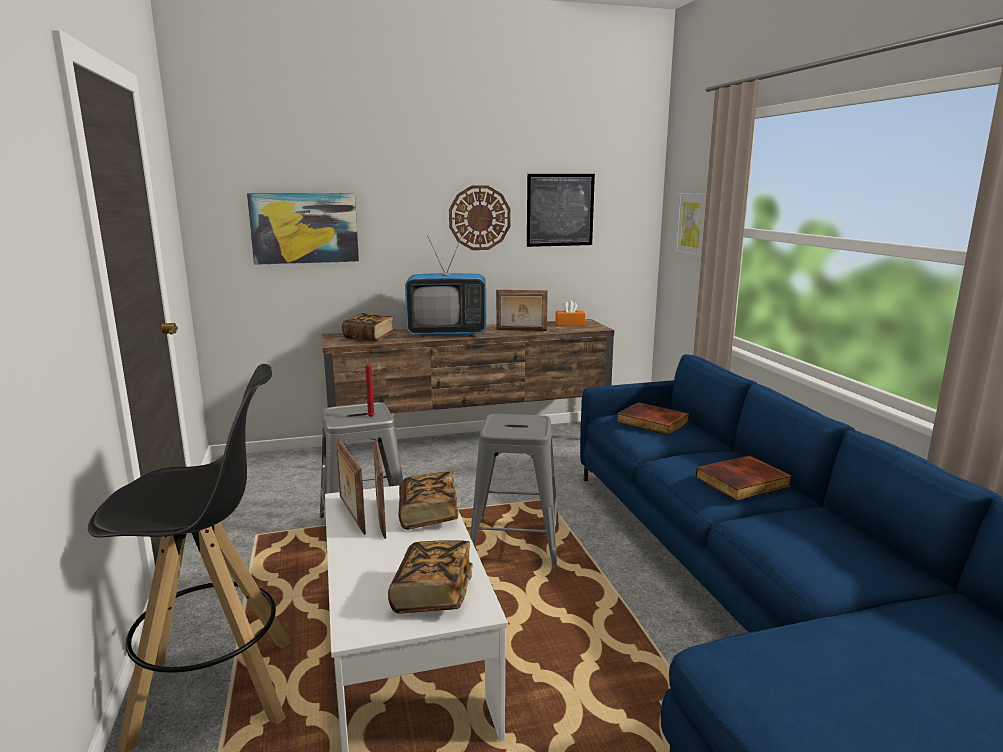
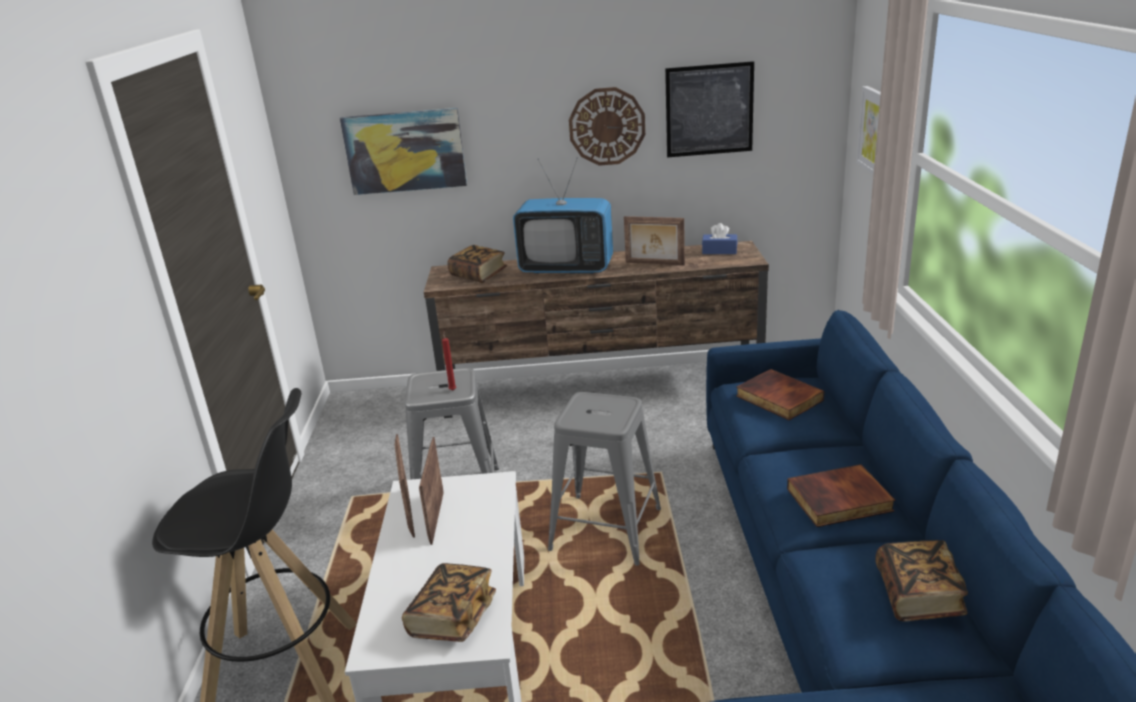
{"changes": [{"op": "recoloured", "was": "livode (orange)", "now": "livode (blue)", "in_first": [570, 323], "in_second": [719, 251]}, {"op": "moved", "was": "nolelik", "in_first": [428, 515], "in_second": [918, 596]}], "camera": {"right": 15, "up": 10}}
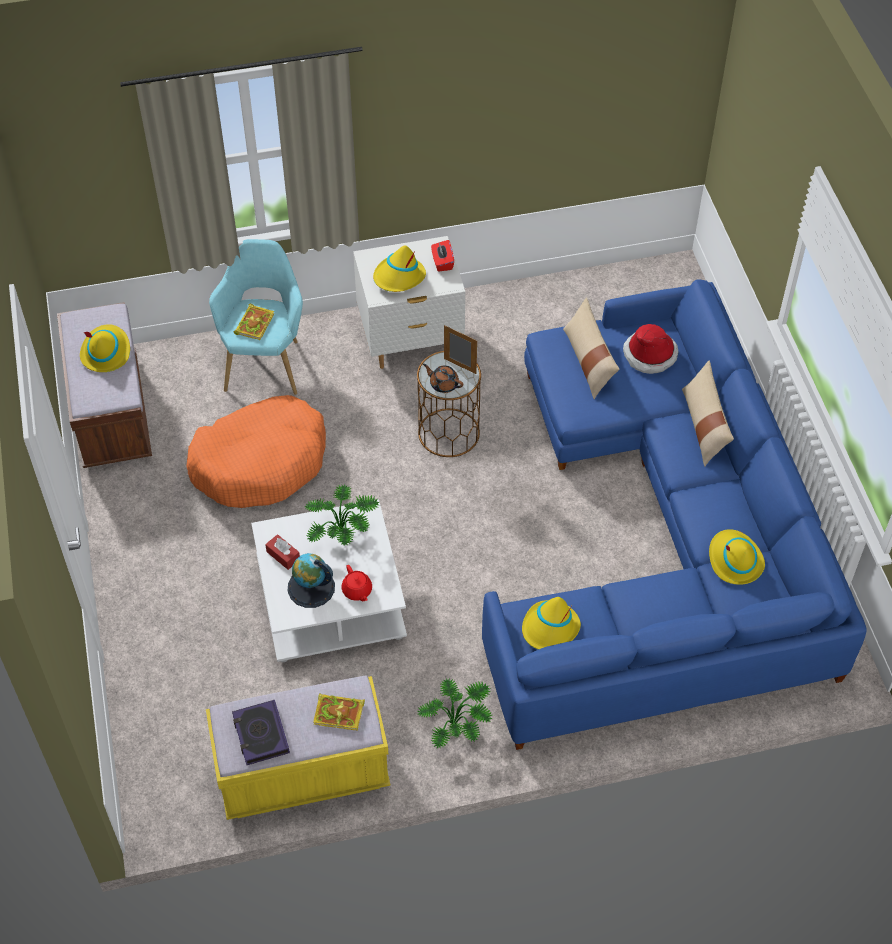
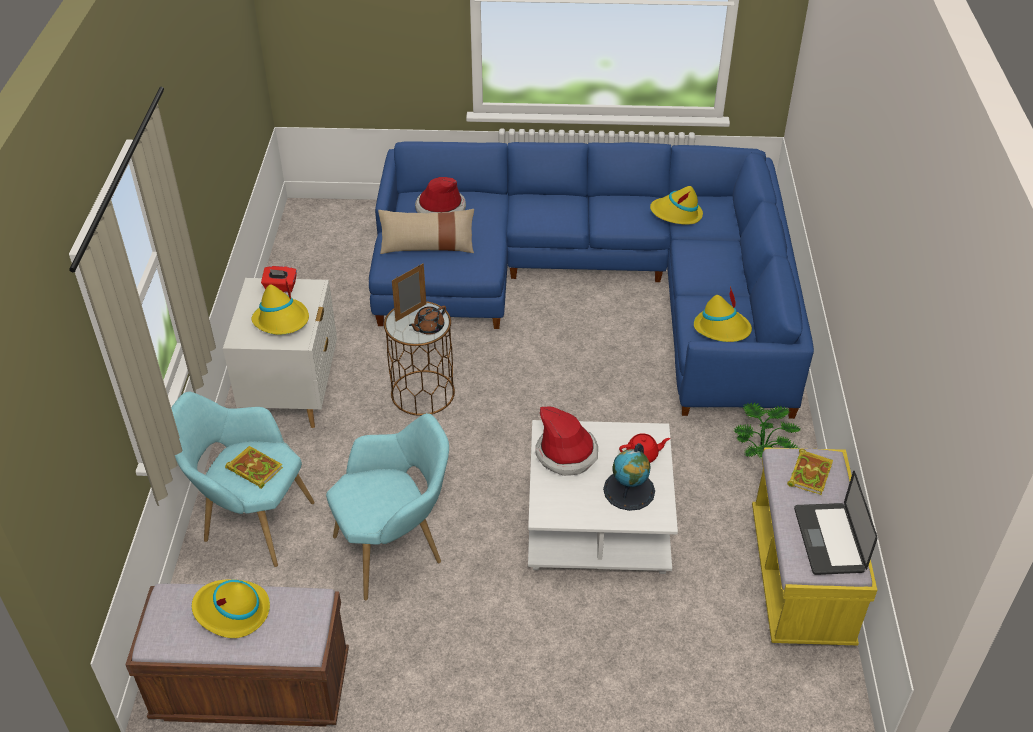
{"changes": [{"op": "replaced", "was": "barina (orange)", "now": "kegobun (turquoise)", "in_first": [260, 462], "in_second": [395, 550]}, {"op": "replaced", "was": "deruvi", "now": "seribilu", "in_first": [343, 533], "in_second": [566, 454]}, {"op": "replaced", "was": "nolelik", "now": "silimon", "in_first": [260, 735], "in_second": [829, 540]}, {"op": "removed", "was": "livode (red)", "in_first": [283, 555]}, {"op": "removed", "was": "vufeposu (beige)", "in_first": [704, 426]}], "camera": {"right": -75, "up": -10}}
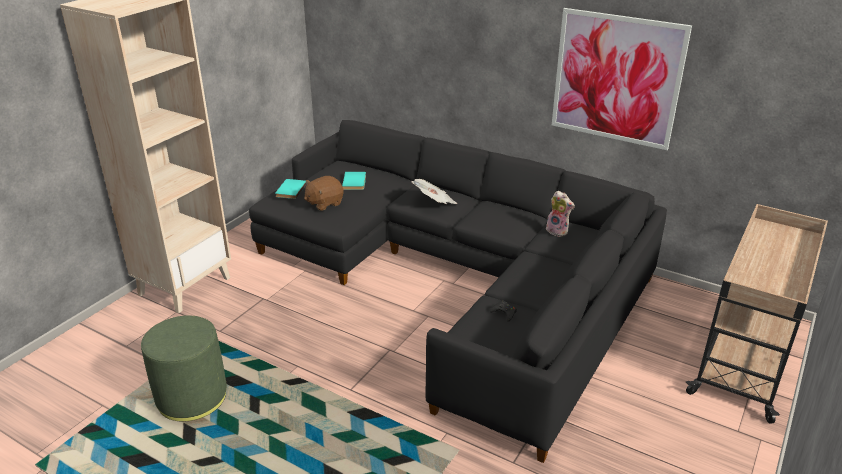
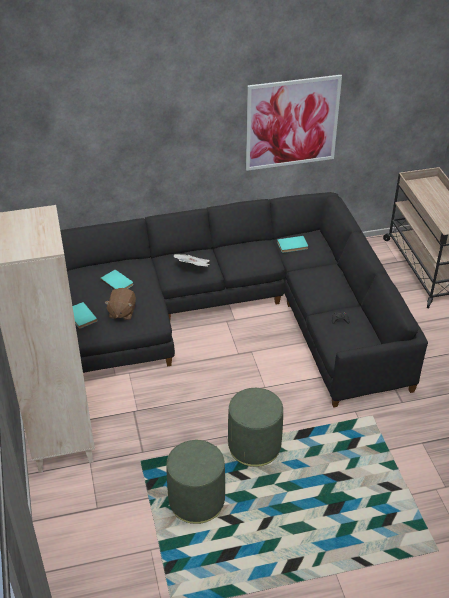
{"changes": [{"op": "added", "now": "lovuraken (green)", "in_second": [254, 446]}, {"op": "replaced", "was": "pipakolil", "now": "nolelik (turquoise)", "in_first": [558, 231], "in_second": [293, 246]}], "camera": {"right": -45, "up": 10}}
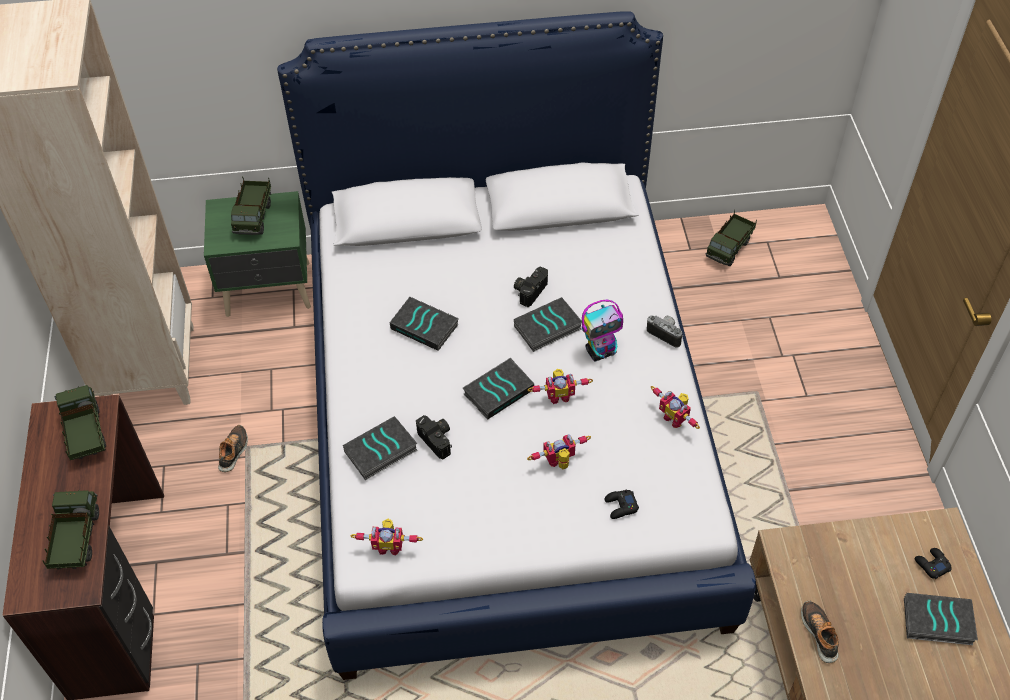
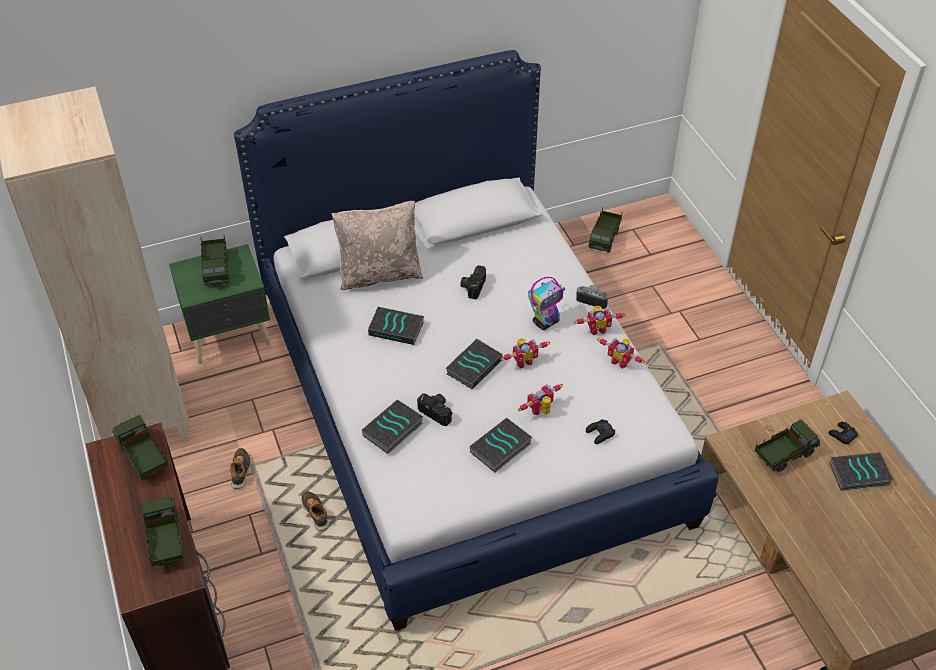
{"changes": [{"op": "moved", "was": "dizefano", "in_first": [819, 633], "in_second": [316, 512]}, {"op": "added", "now": "vufeposu (beige)", "in_second": [379, 274]}, {"op": "moved", "was": "nolelik", "in_first": [547, 329], "in_second": [501, 449]}, {"op": "moved", "was": "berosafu", "in_first": [389, 546], "in_second": [597, 329]}, {"op": "added", "now": "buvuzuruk", "in_second": [784, 455]}], "camera": {"right": -15, "up": -5}}
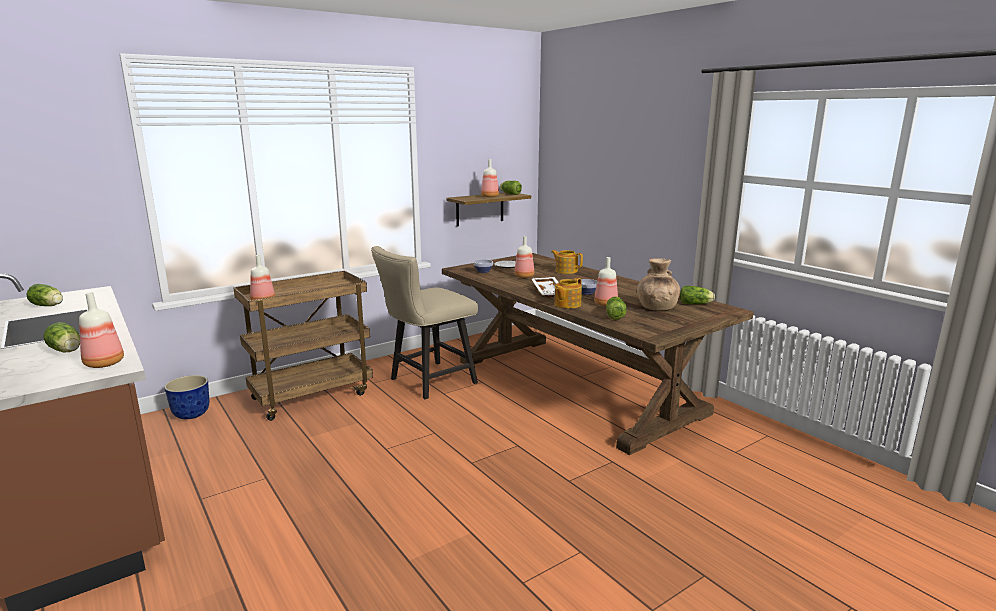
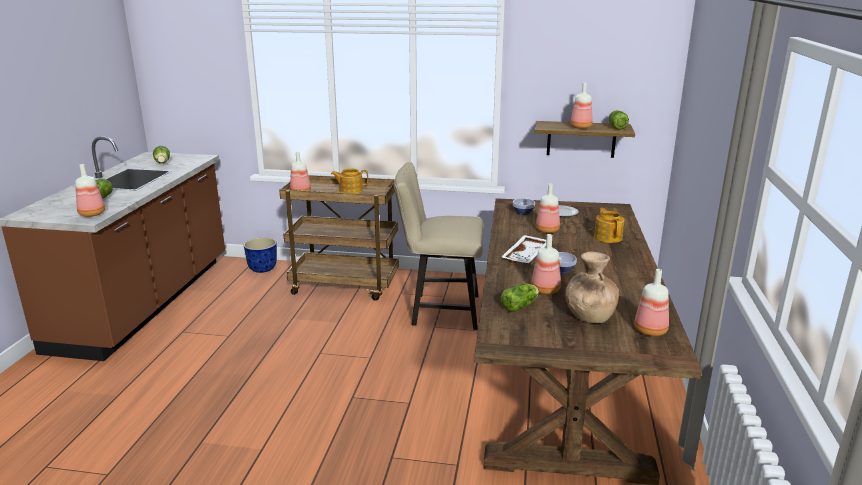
{"changes": [{"op": "moved", "was": "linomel", "in_first": [567, 304], "in_second": [350, 190]}, {"op": "replaced", "was": "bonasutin", "now": "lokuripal", "in_first": [696, 304], "in_second": [650, 330]}], "camera": {"right": 45, "up": 5}}
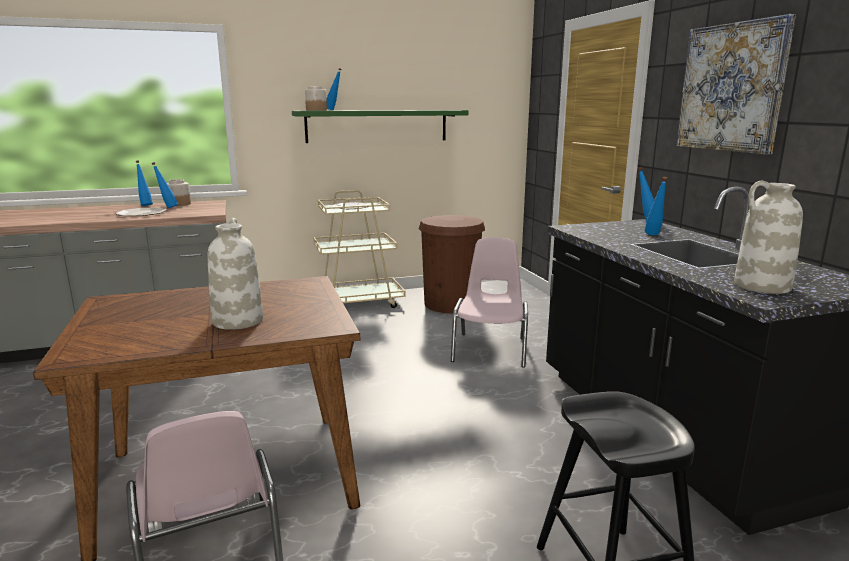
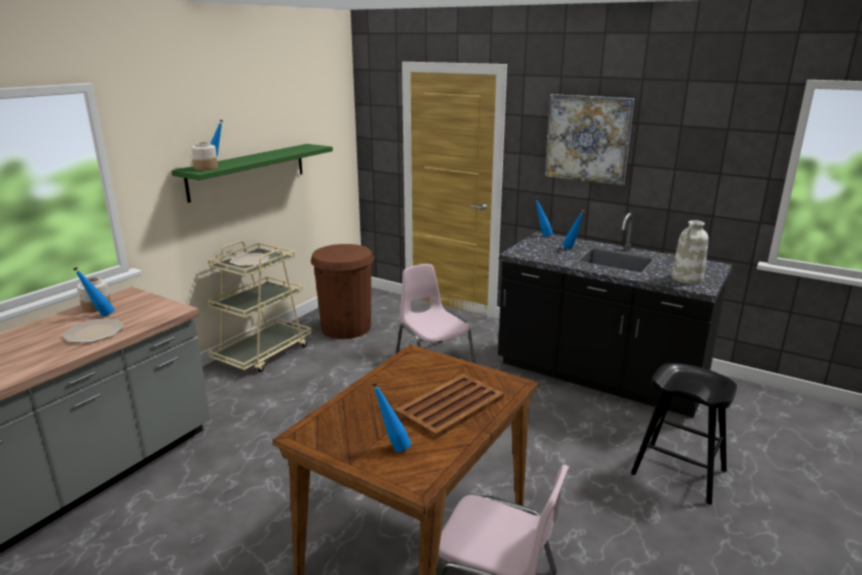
{"changes": [{"op": "moved", "was": "lokuripal (blue)", "in_first": [145, 205], "in_second": [392, 447]}, {"op": "replaced", "was": "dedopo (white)", "now": "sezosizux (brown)", "in_first": [237, 320], "in_second": [449, 406]}], "camera": {"right": -40, "up": 5}}
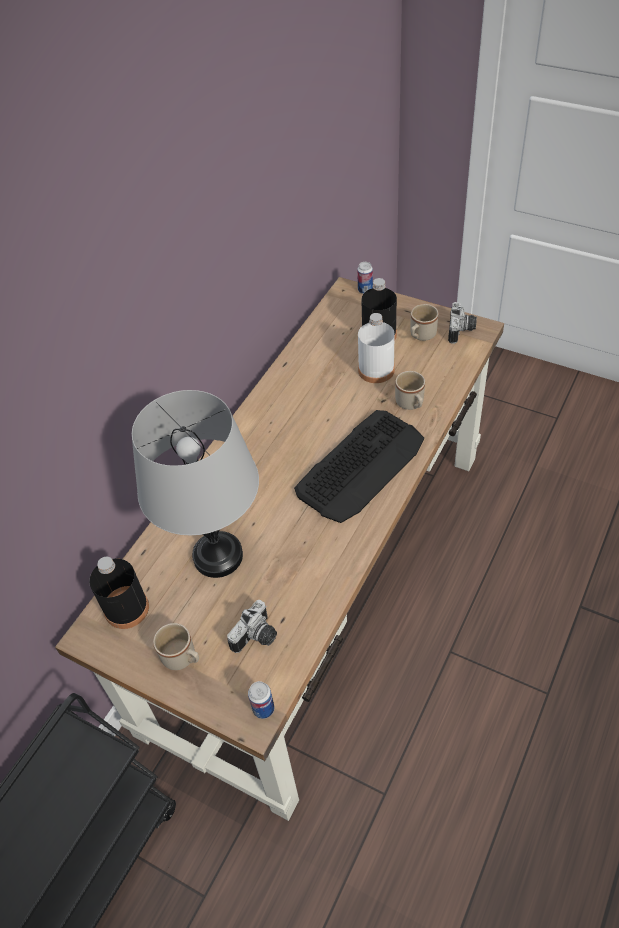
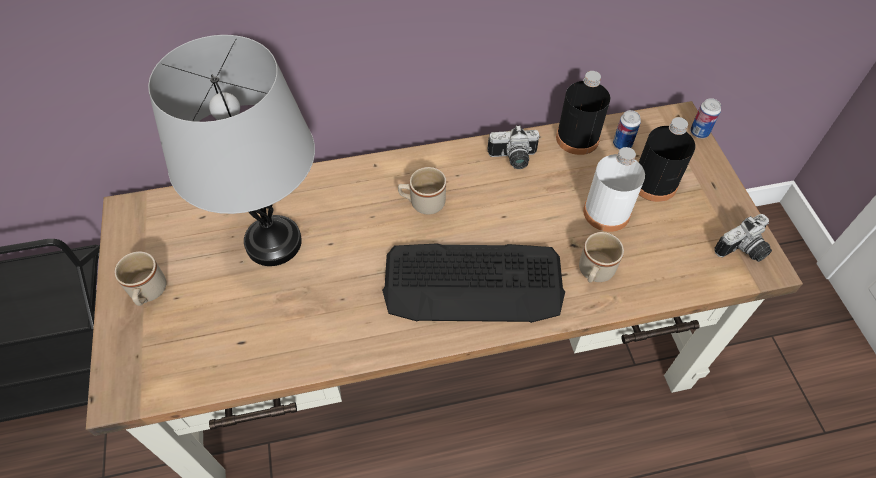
{"changes": [{"op": "moved", "was": "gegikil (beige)", "in_first": [421, 336], "in_second": [422, 203]}, {"op": "moved", "was": "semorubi", "in_first": [257, 637], "in_second": [513, 159]}, {"op": "moved", "was": "lokuripal (black)", "in_first": [126, 608], "in_second": [577, 138]}, {"op": "moved", "was": "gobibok", "in_first": [263, 709], "in_second": [622, 144]}], "camera": {"right": 45, "up": 5}}
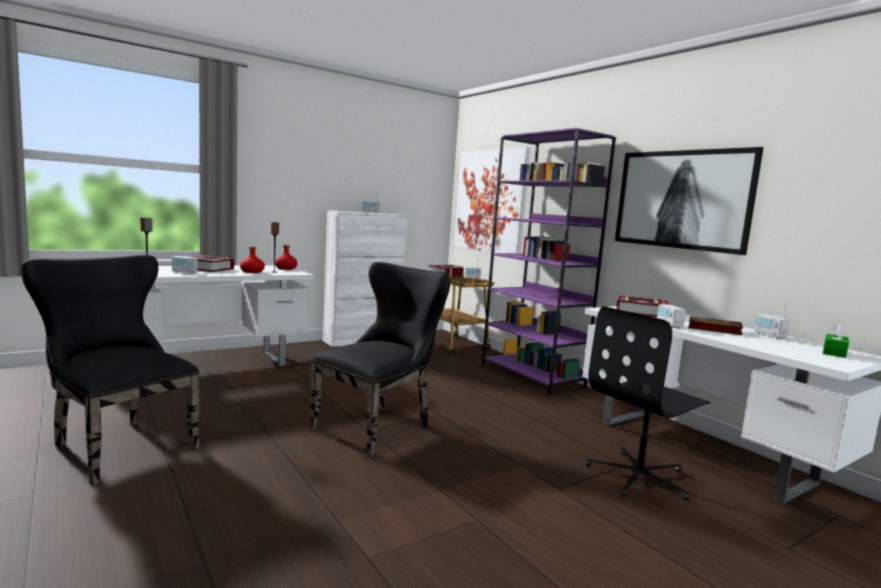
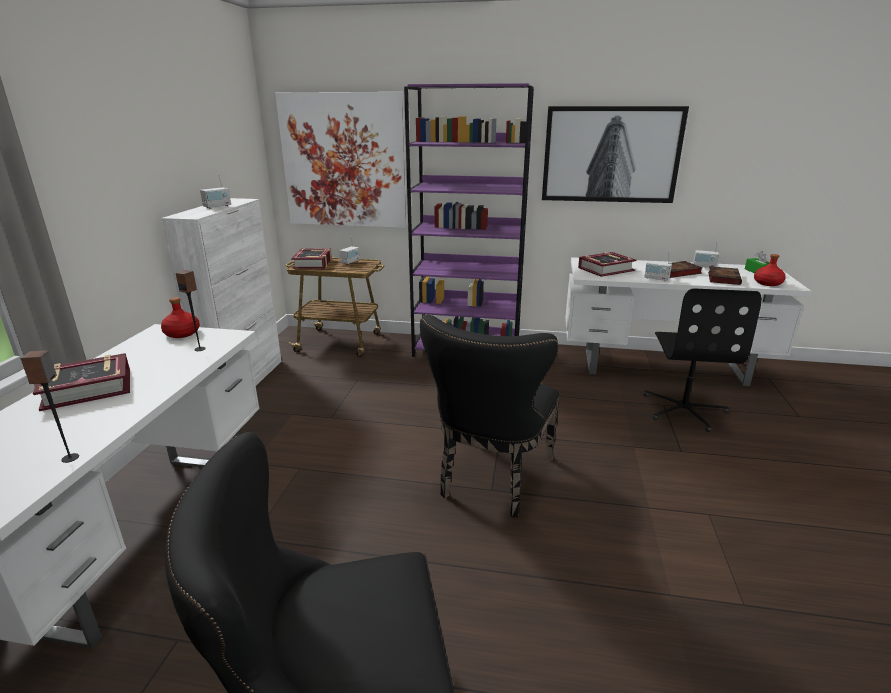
{"changes": [{"op": "turned", "was": "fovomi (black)", "in_first": [378, 426], "in_second": [492, 480], "clockwise": -150}, {"op": "added", "now": "nolelik", "in_second": [723, 278]}, {"op": "moved", "was": "lokuripal (red)", "in_first": [252, 271], "in_second": [768, 283]}, {"op": "removed", "was": "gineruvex", "in_first": [184, 272]}], "camera": {"right": -45, "up": 15}}
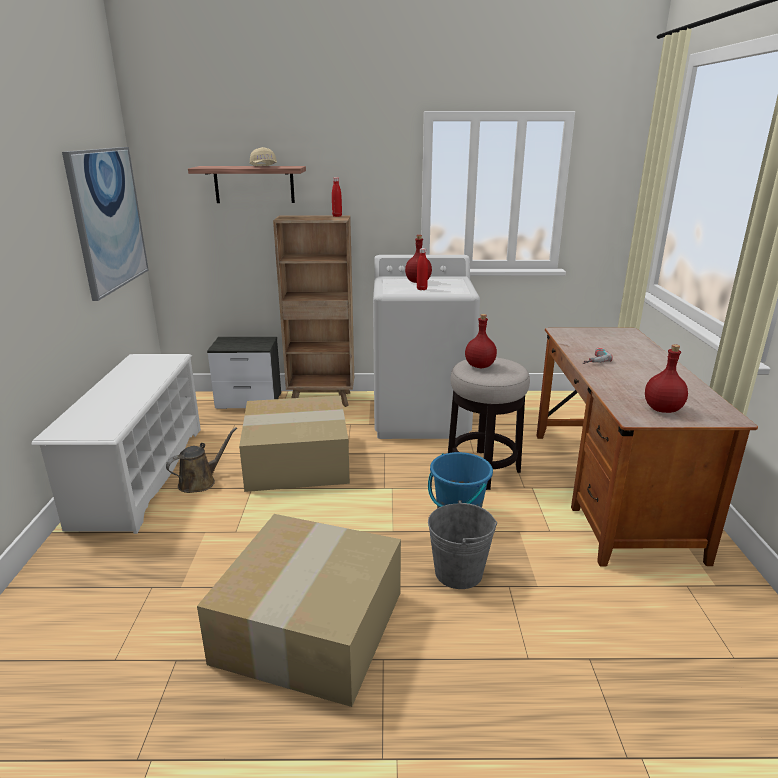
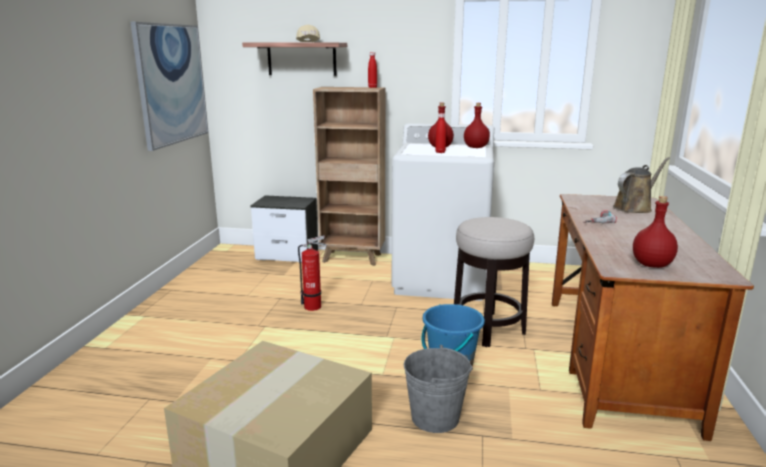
{"changes": [{"op": "replaced", "was": "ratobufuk", "now": "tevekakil", "in_first": [299, 460], "in_second": [315, 306]}, {"op": "moved", "was": "lokuripal (red)", "in_first": [480, 366], "in_second": [476, 147]}, {"op": "moved", "was": "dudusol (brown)", "in_first": [200, 482], "in_second": [634, 208]}, {"op": "removed", "was": "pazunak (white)", "in_first": [140, 474]}], "camera": {"right": 10, "up": -5}}
